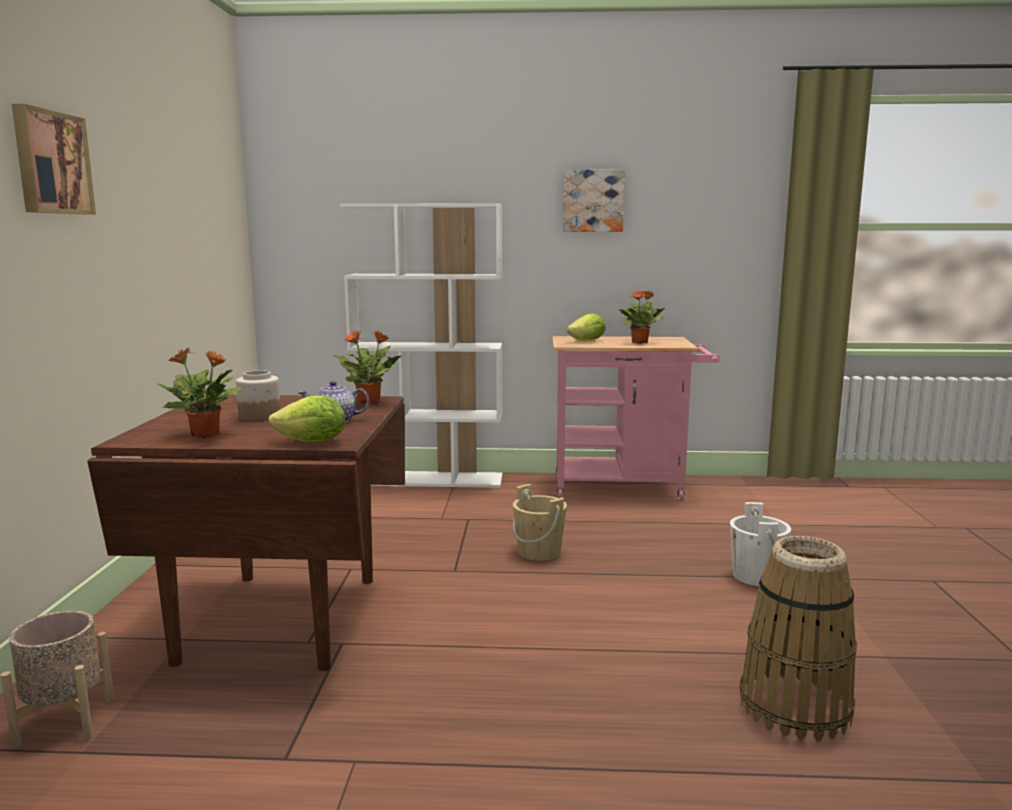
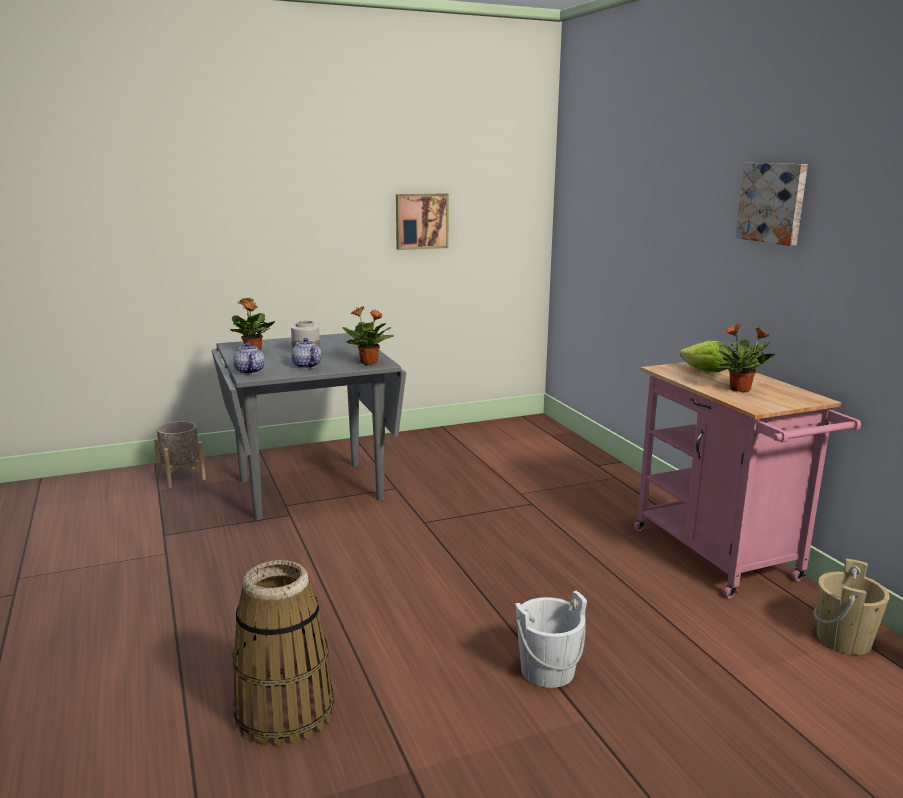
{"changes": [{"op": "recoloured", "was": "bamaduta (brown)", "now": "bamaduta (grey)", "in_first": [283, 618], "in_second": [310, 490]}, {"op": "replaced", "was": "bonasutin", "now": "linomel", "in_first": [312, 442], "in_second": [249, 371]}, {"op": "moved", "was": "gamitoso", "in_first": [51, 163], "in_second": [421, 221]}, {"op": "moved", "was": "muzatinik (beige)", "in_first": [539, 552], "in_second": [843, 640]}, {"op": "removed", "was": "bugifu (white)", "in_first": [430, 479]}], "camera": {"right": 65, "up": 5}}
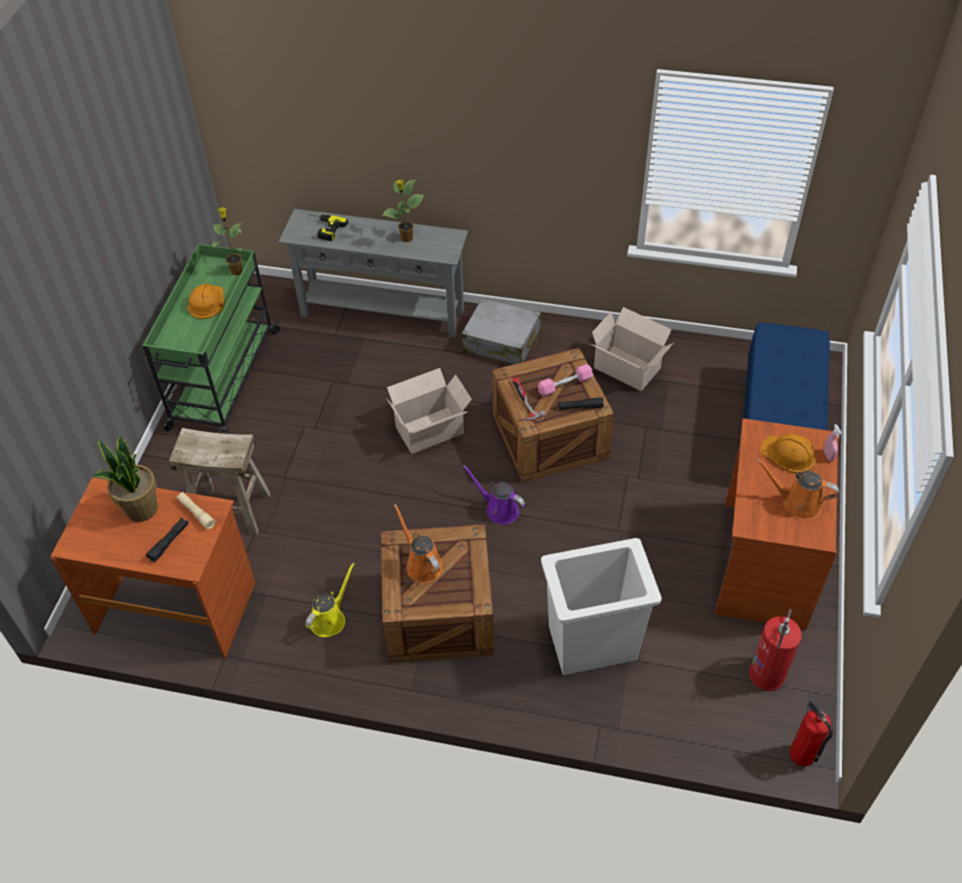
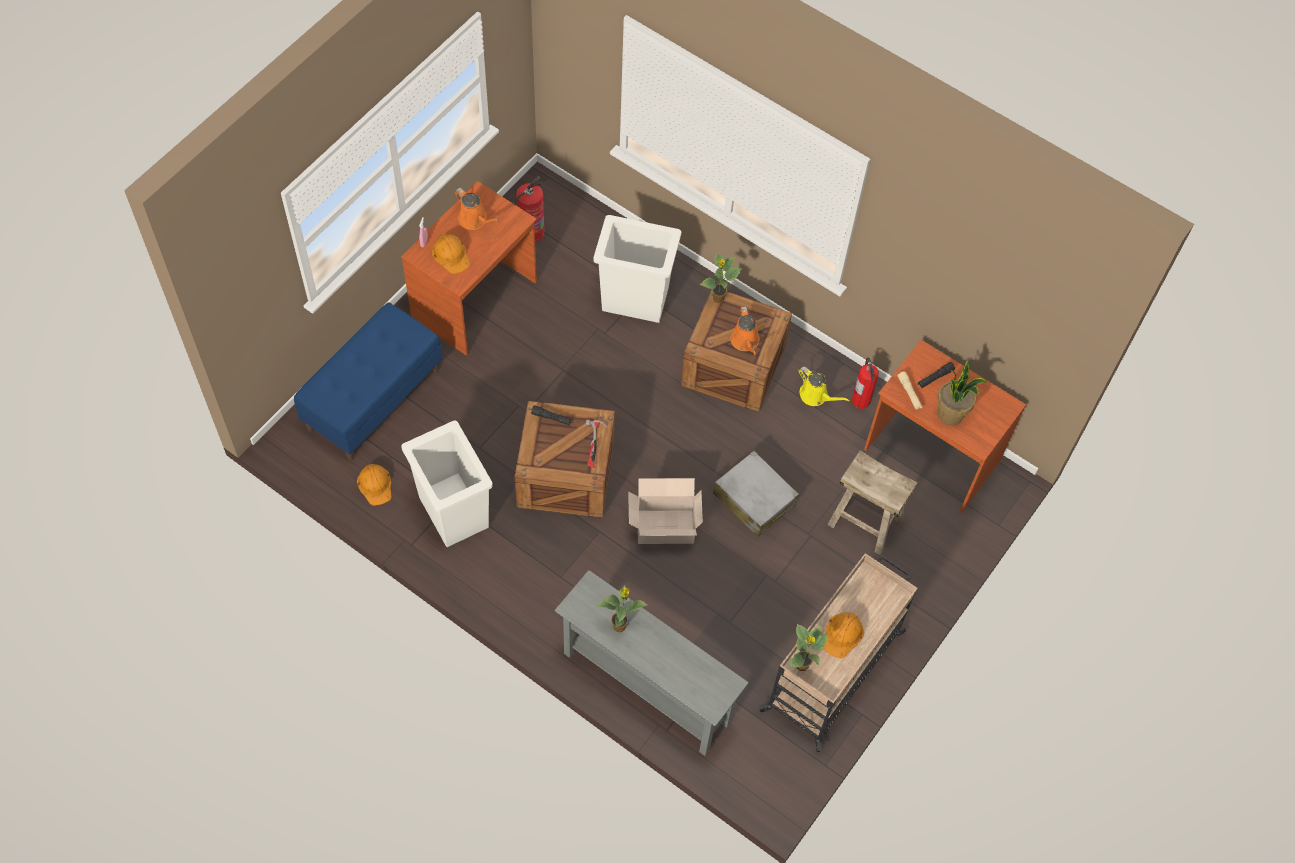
{"changes": [{"op": "added", "now": "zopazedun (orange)", "in_second": [375, 484]}, {"op": "replaced", "was": "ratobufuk", "now": "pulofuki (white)", "in_first": [628, 369], "in_second": [454, 511]}, {"op": "added", "now": "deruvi", "in_second": [718, 299]}, {"op": "moved", "was": "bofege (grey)", "in_first": [502, 342], "in_second": [754, 499]}, {"op": "recoloured", "was": "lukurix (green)", "now": "lukurix (beige)", "in_first": [223, 380], "in_second": [834, 670]}, {"op": "turned", "was": "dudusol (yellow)", "in_first": [330, 619], "in_second": [816, 396], "clockwise": -105}, {"op": "moved", "was": "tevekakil", "in_first": [802, 754], "in_second": [861, 400]}, {"op": "removed", "was": "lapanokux", "in_first": [323, 228]}, {"op": "removed", "was": "dudusol (purple)", "in_first": [499, 509]}, {"op": "removed", "was": "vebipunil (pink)", "in_first": [565, 385]}], "camera": {"right": -160, "up": 10}}
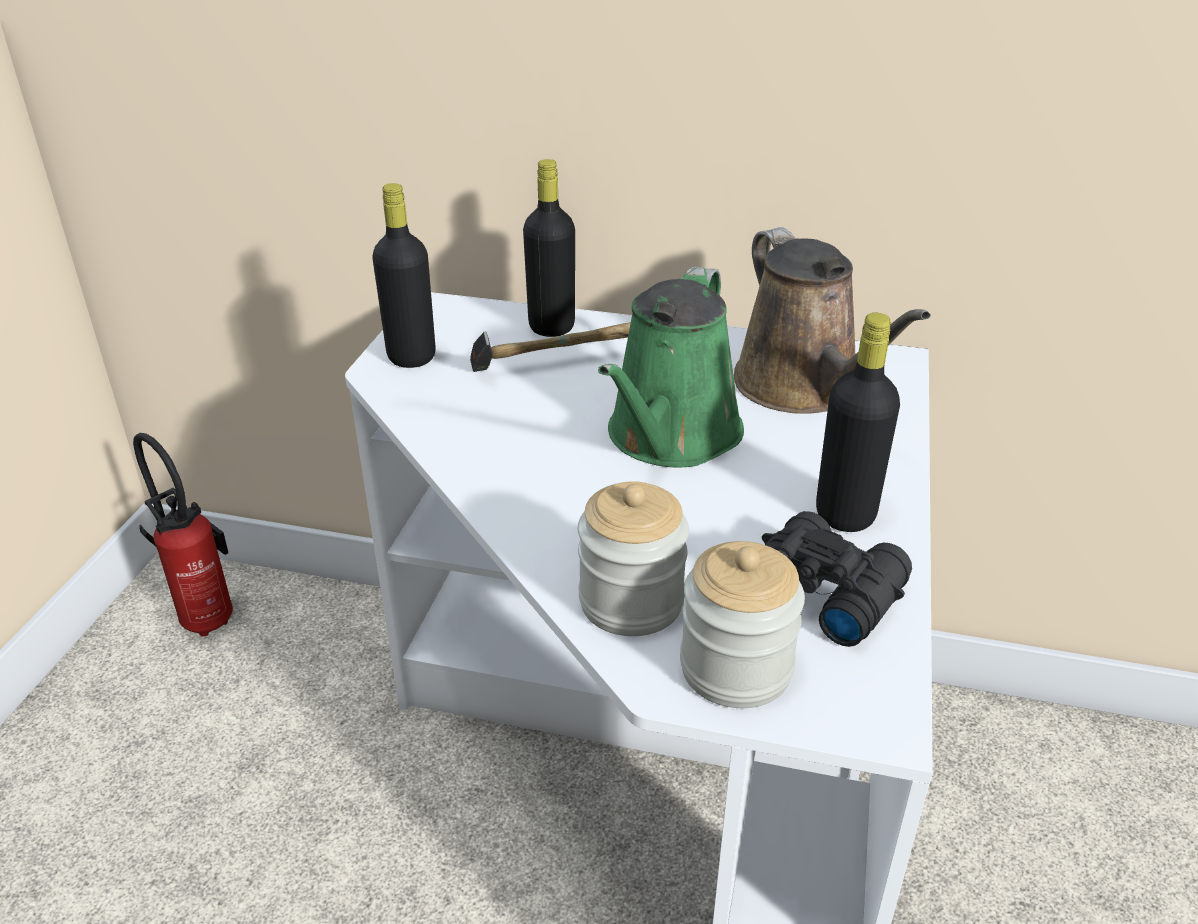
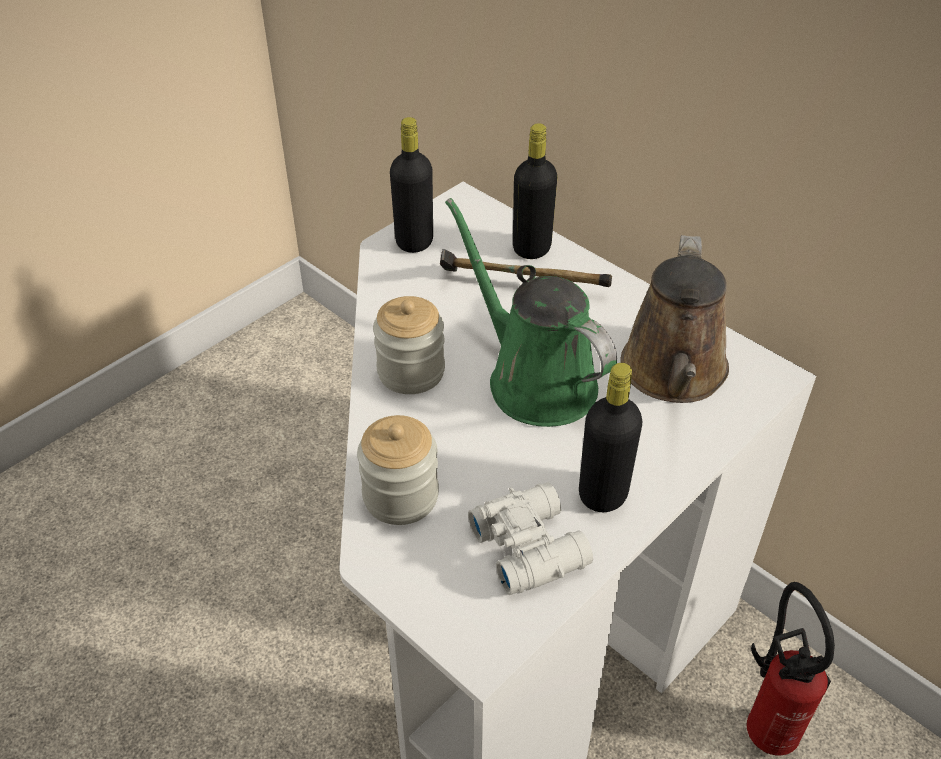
{"changes": [{"op": "moved", "was": "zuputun", "in_first": [736, 668], "in_second": [411, 372]}, {"op": "turned", "was": "dudusol (green)", "in_first": [670, 438], "in_second": [534, 379], "clockwise": 90}, {"op": "recoloured", "was": "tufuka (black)", "now": "tufuka (white)", "in_first": [821, 591], "in_second": [530, 545]}, {"op": "moved", "was": "tevekakil", "in_first": [206, 616], "in_second": [769, 726]}], "camera": {"right": 30, "up": 10}}
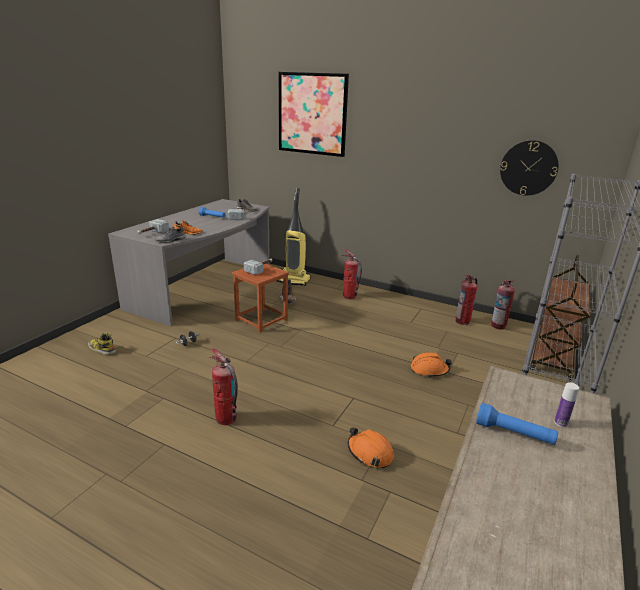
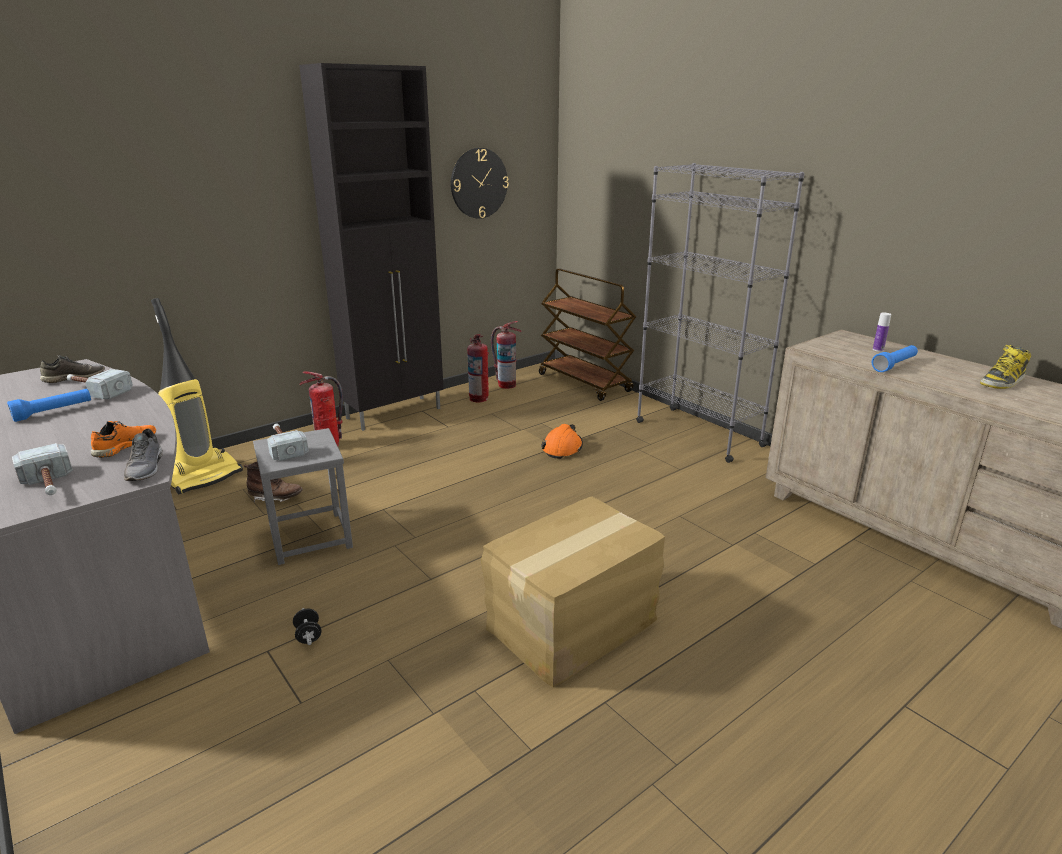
{"changes": [{"op": "recoloured", "was": "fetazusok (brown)", "now": "fetazusok (grey)", "in_first": [261, 320], "in_second": [311, 537]}, {"op": "added", "now": "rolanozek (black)", "in_second": [395, 413]}, {"op": "replaced", "was": "tevekakil", "now": "ratobufuk", "in_first": [226, 419], "in_second": [573, 625]}, {"op": "moved", "was": "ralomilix", "in_first": [101, 349], "in_second": [1002, 382]}, {"op": "removed", "was": "gamitoso", "in_first": [312, 114]}, {"op": "removed", "was": "zopazedun (orange)", "in_first": [370, 453]}], "camera": {"right": -65, "up": 0}}
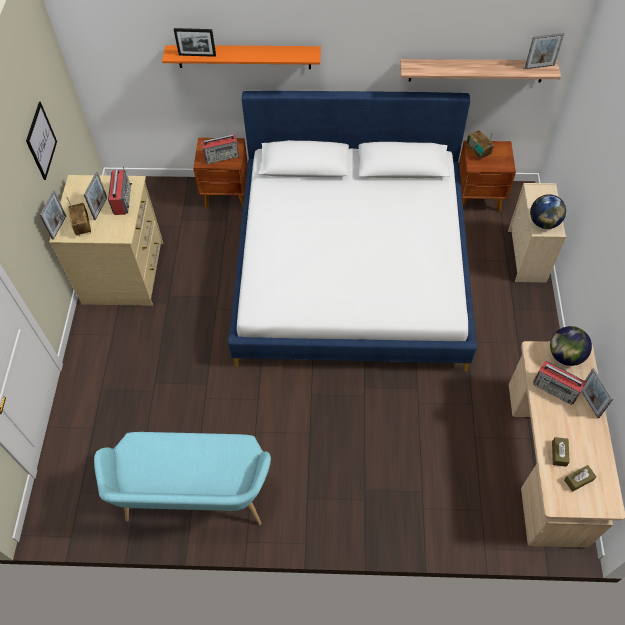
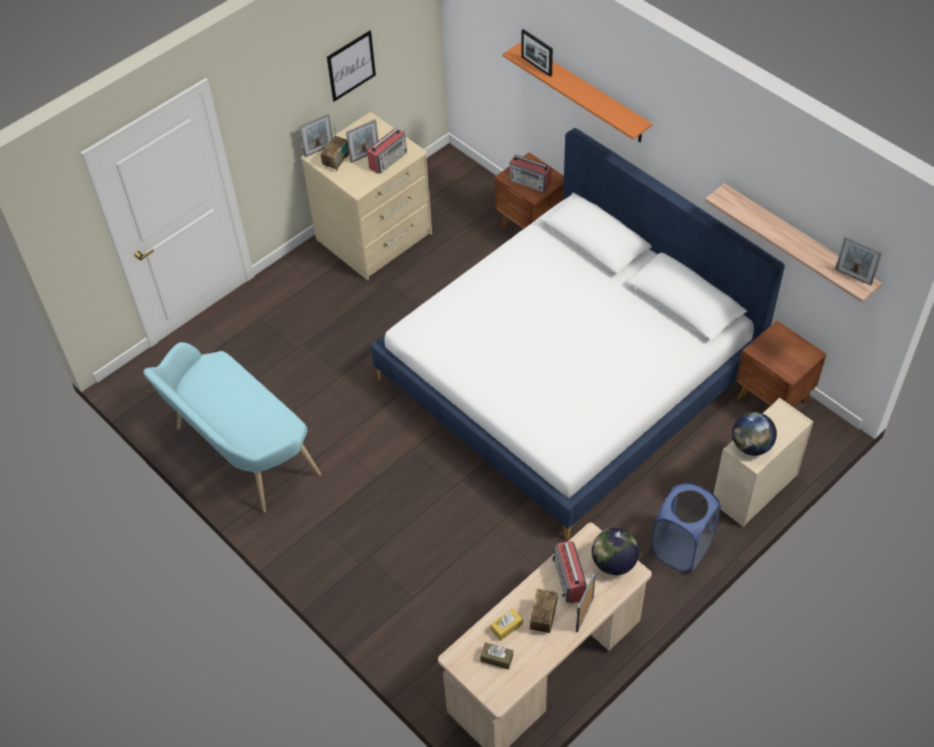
{"changes": [{"op": "recoloured", "was": "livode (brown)", "now": "livode (yellow)", "in_first": [559, 453], "in_second": [506, 627]}, {"op": "moved", "was": "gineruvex", "in_first": [478, 151], "in_second": [543, 617]}, {"op": "added", "now": "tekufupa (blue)", "in_second": [681, 548]}], "camera": {"right": 45, "up": -5}}
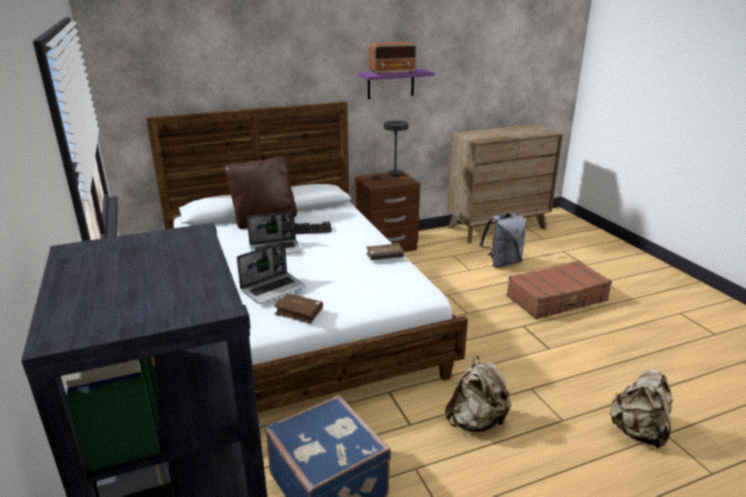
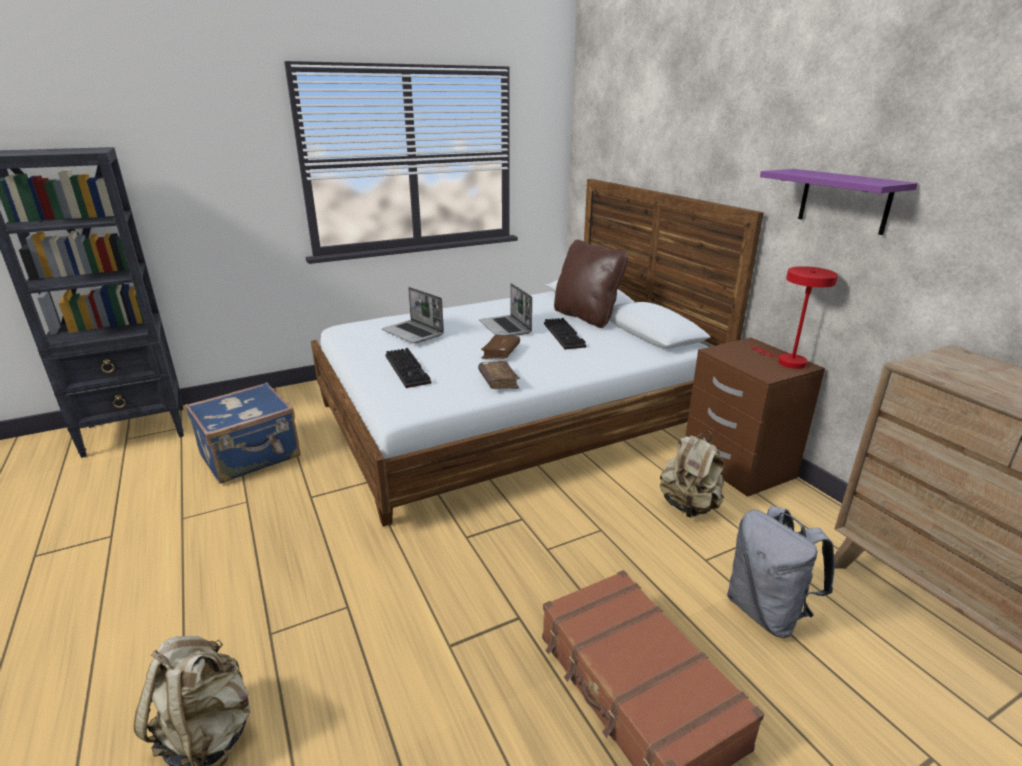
{"changes": [{"op": "added", "now": "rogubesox", "in_second": [409, 369]}, {"op": "moved", "was": "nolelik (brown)", "in_first": [299, 312], "in_second": [501, 352]}, {"op": "moved", "was": "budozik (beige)", "in_first": [476, 421], "in_second": [689, 506]}, {"op": "recoloured", "was": "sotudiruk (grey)", "now": "sotudiruk (red)", "in_first": [392, 175], "in_second": [786, 361]}, {"op": "removed", "was": "gineruvex", "in_first": [393, 72]}], "camera": {"right": 85, "up": 0}}
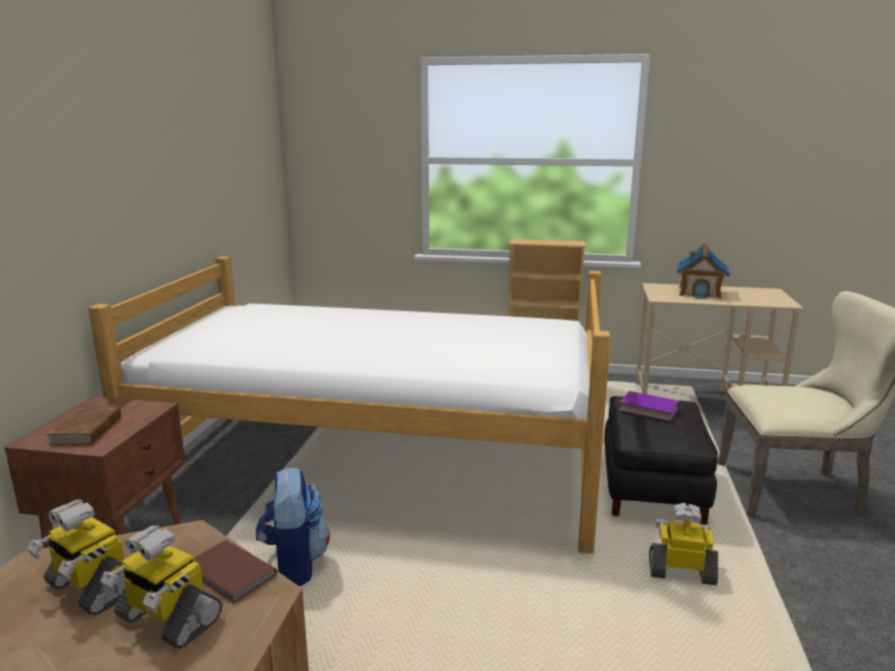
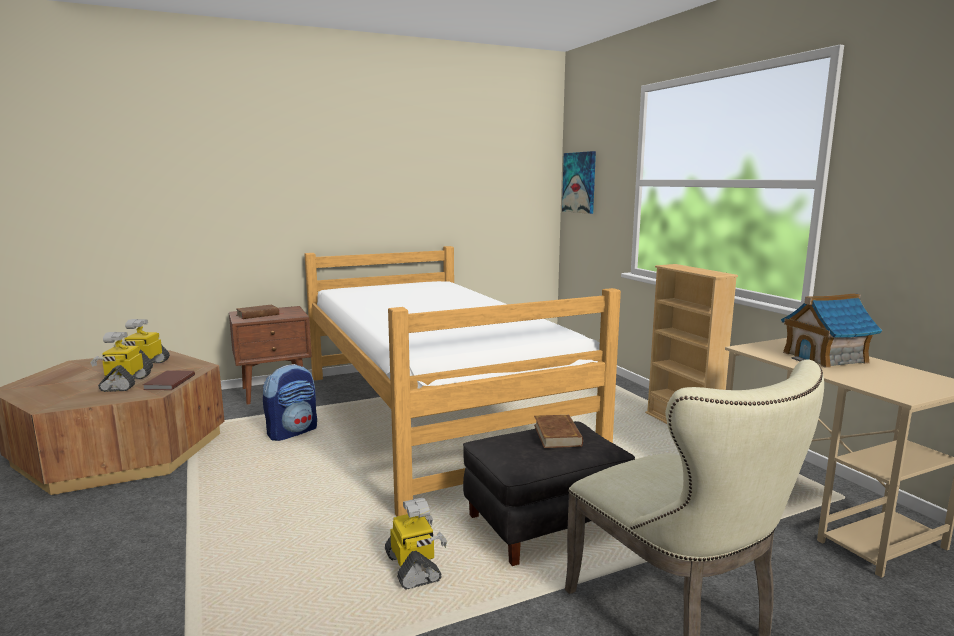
{"changes": [{"op": "recoloured", "was": "nolelik (purple)", "now": "nolelik (brown)", "in_first": [648, 409], "in_second": [557, 435]}, {"op": "added", "now": "gamitoso", "in_second": [579, 182]}], "camera": {"right": 55, "up": -5}}
